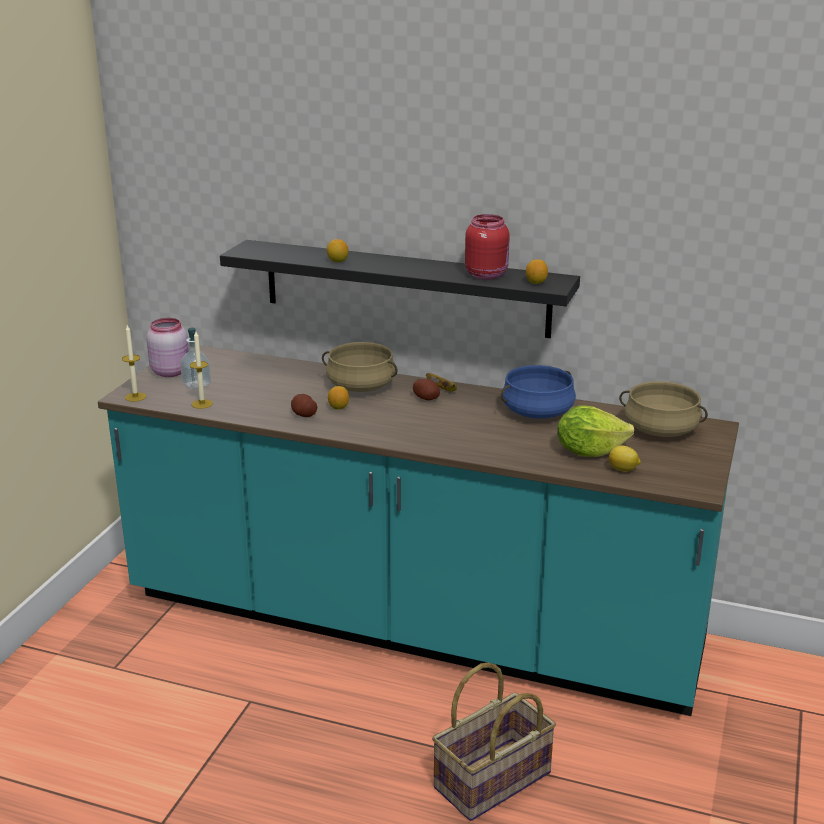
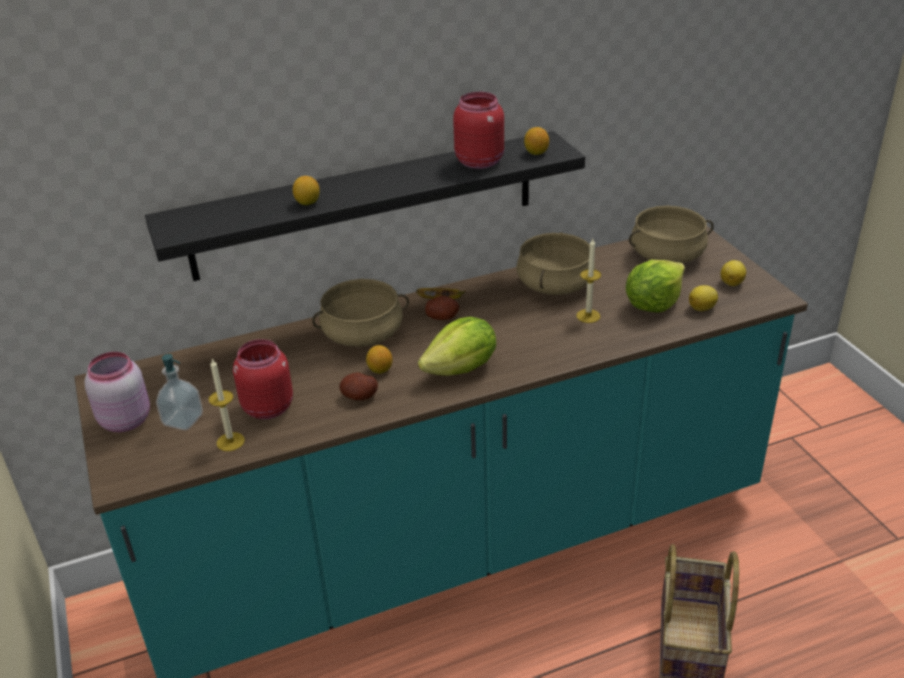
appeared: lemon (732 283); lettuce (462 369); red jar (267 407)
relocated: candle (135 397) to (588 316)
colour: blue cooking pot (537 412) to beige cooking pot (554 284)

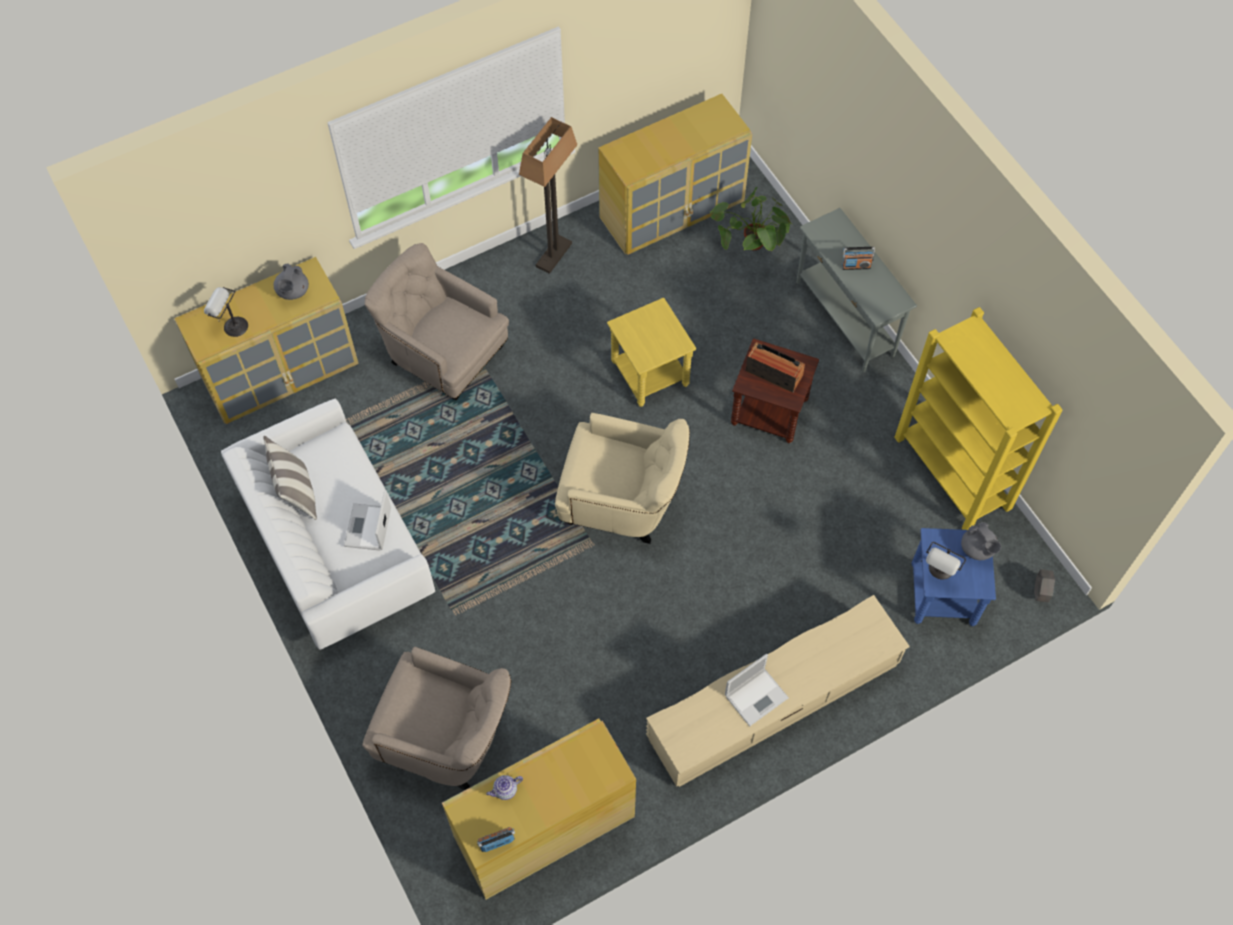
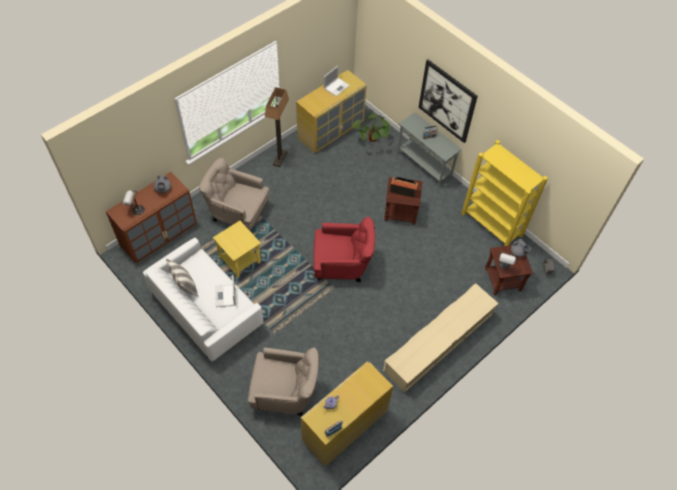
appeared: picture (447 101)
relocated: yellow side table (649 373) to (239 260); laptop (757 696) to (337 86)
colour: yellow cabinet (282 373) to brown cabinet (159 234); beige armchair (622 500) to red armchair (342 264); blue side table (943 595) to brown side table (503 280)

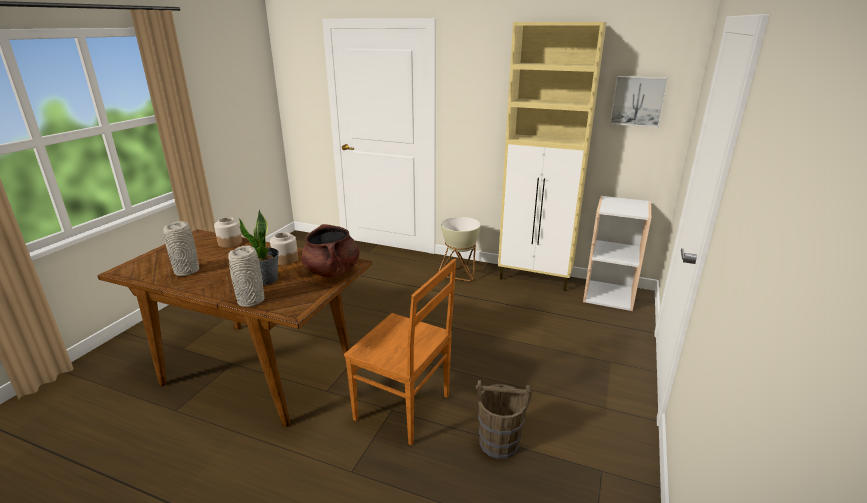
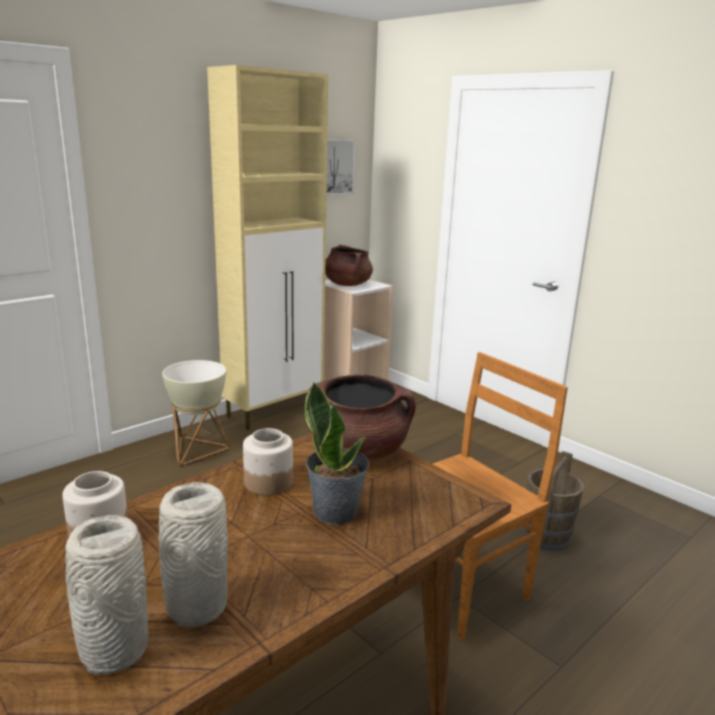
appeared: brown cooking pot (347 284)
relocated: grey vase (251 300) to (112 650)

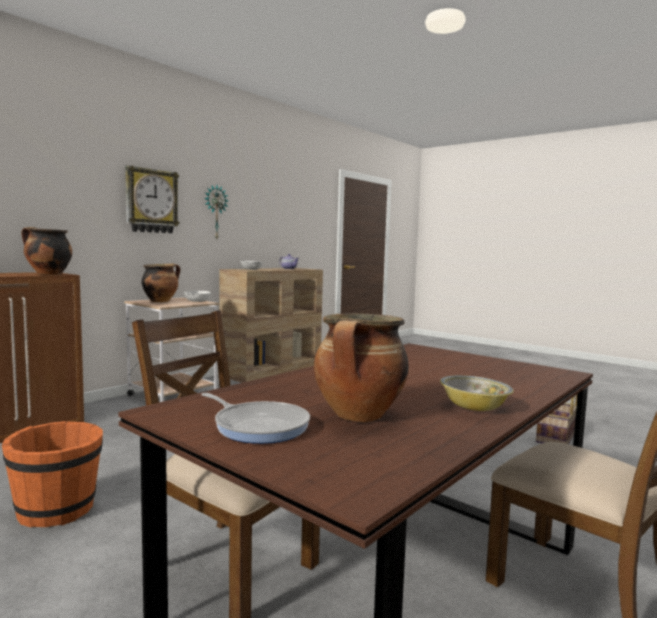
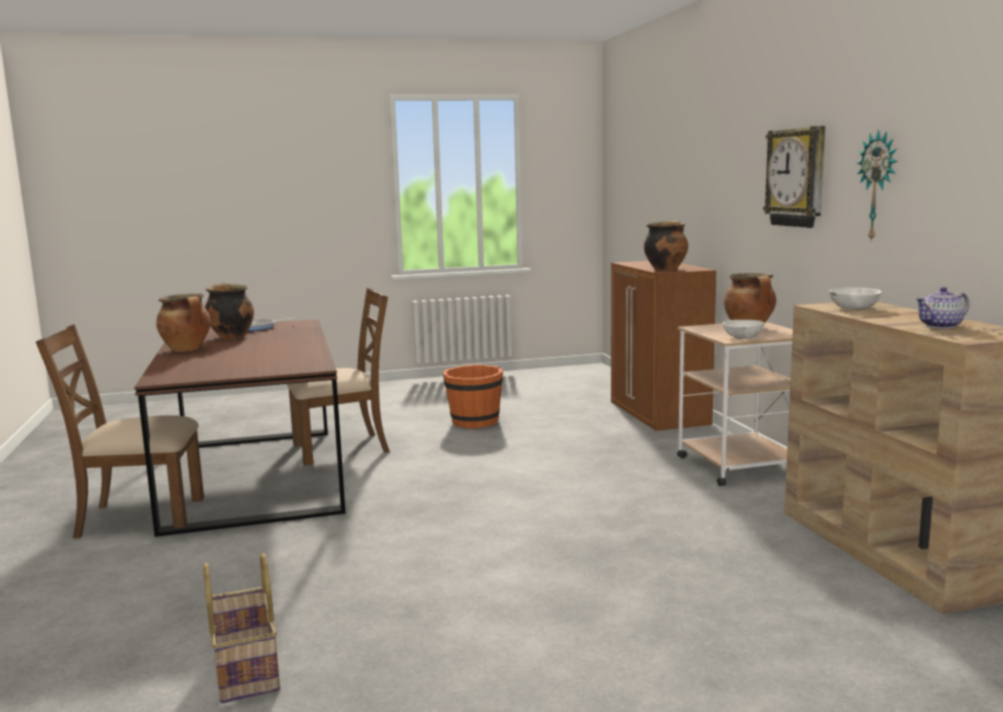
exchanged: bowl (474 408) to cooking pot (187 350)

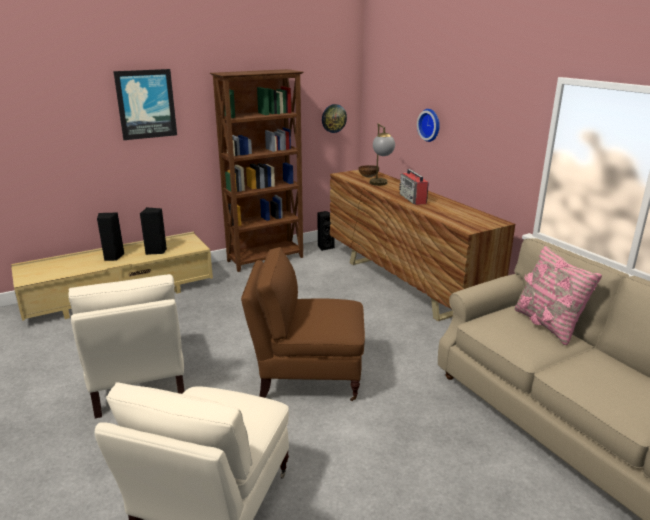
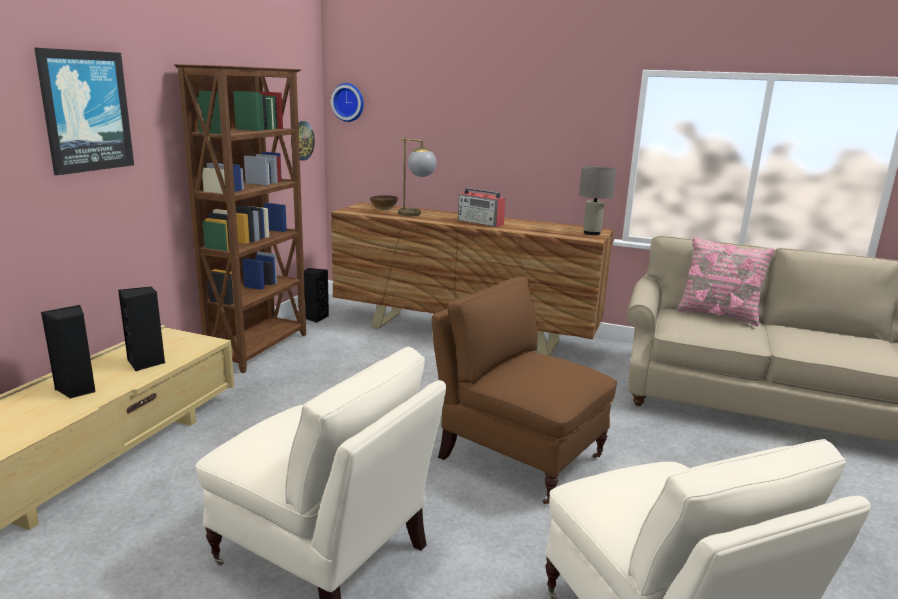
appeared: grey table lamp (591 233)
relocated: wall clock (430 125) to (348 102)
spun: brown armchair (307 376) = (517 455) 75 degrees clockwise

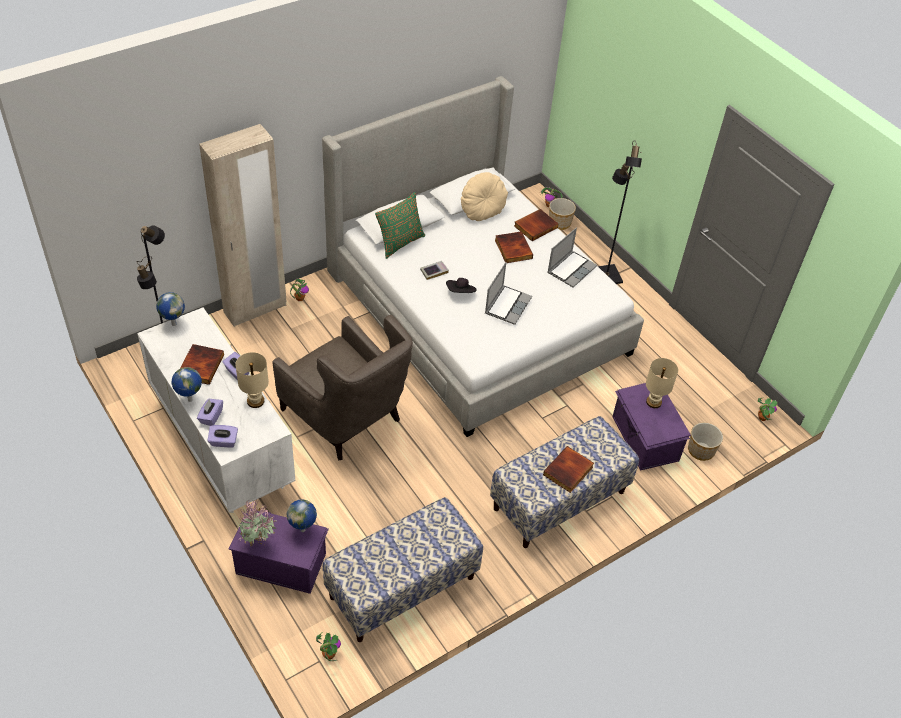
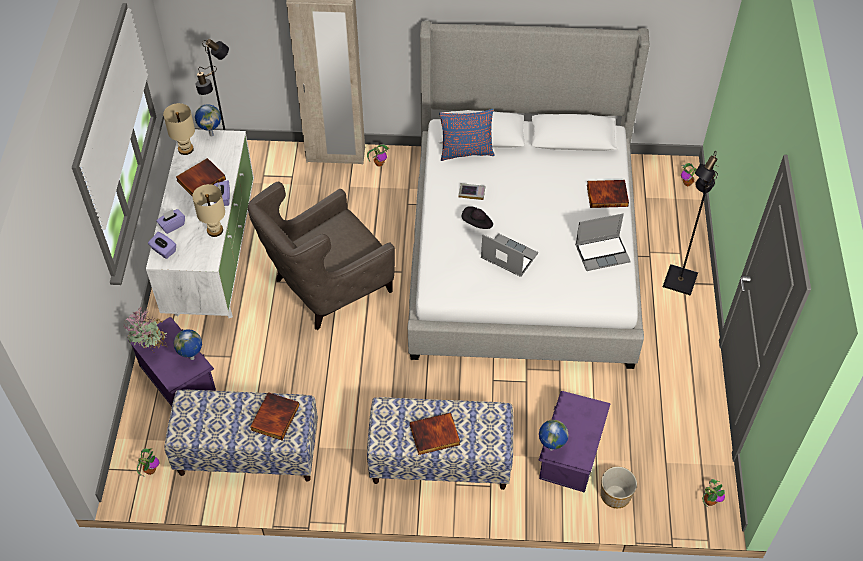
missing: beige pillow (482 213); planter (559 223)
relocated: book (512 249) to (274 417); beige table lamp (654 402) to (185 149); globe (189 400) to (550 448)
colour: green pillow (400 243) to blue pillow (466 152)
spun: laptop (507 305) = (508 256) 120 degrees counterclockwise; grey armchair (346 417) = (327 287) 60 degrees clockwise

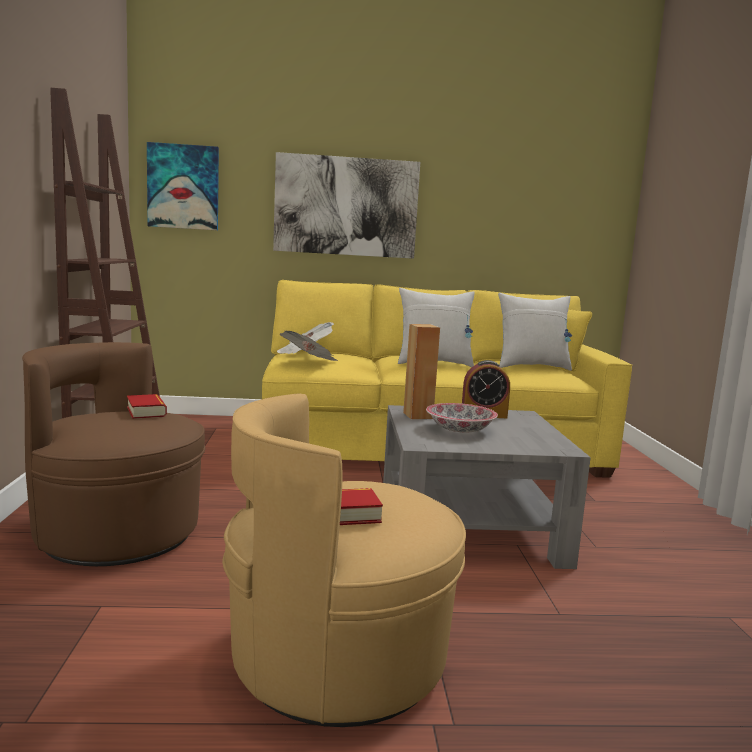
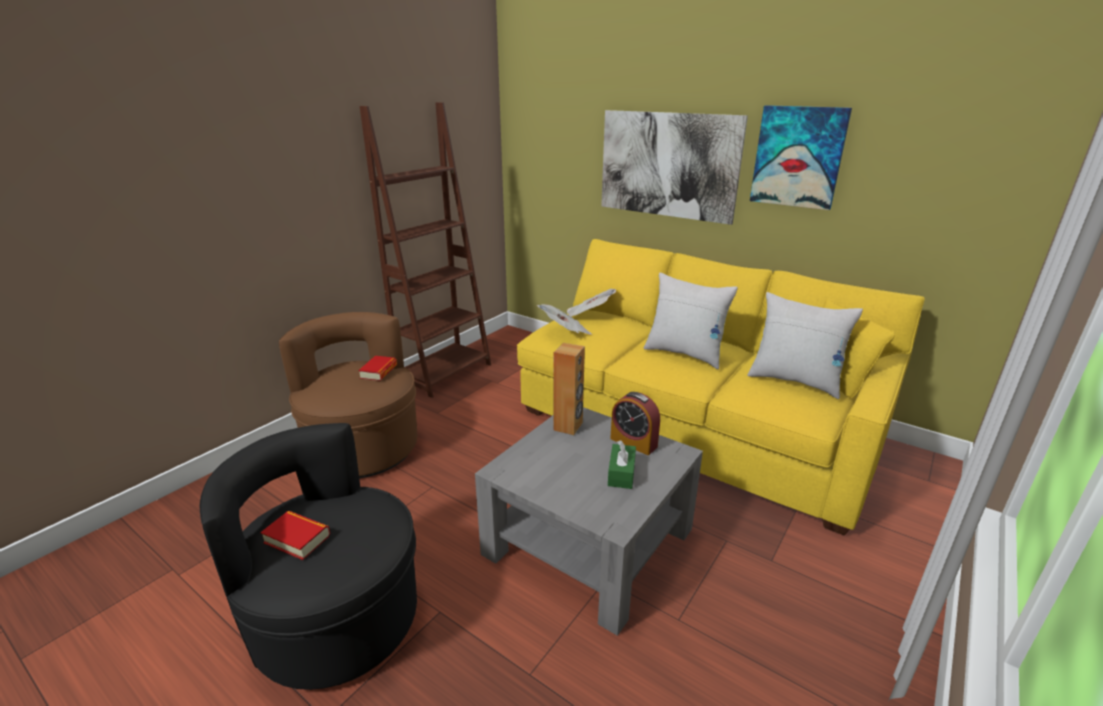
missing: bowl (460 430)
appeared: green tissue box (621 473)
relocated: picture (183 187) to (798 157)
colour: beige armchair (340 659) to black armchair (339 621)

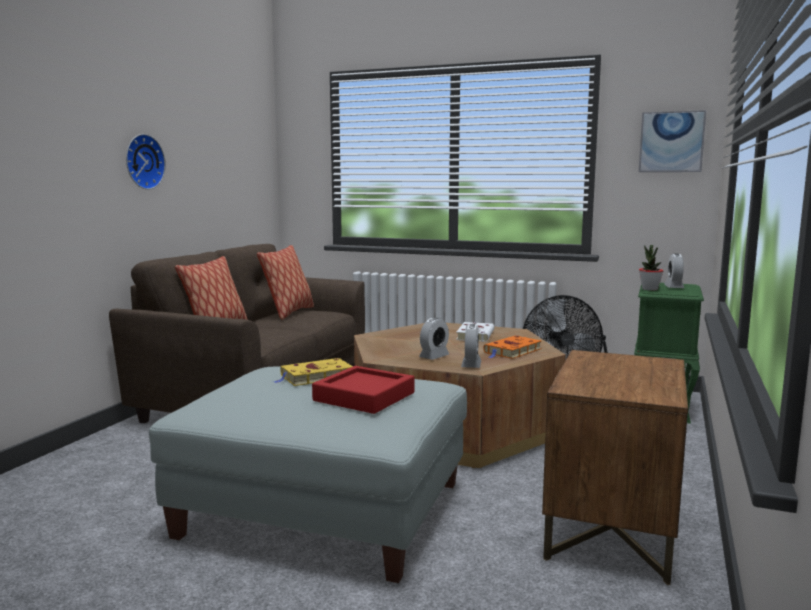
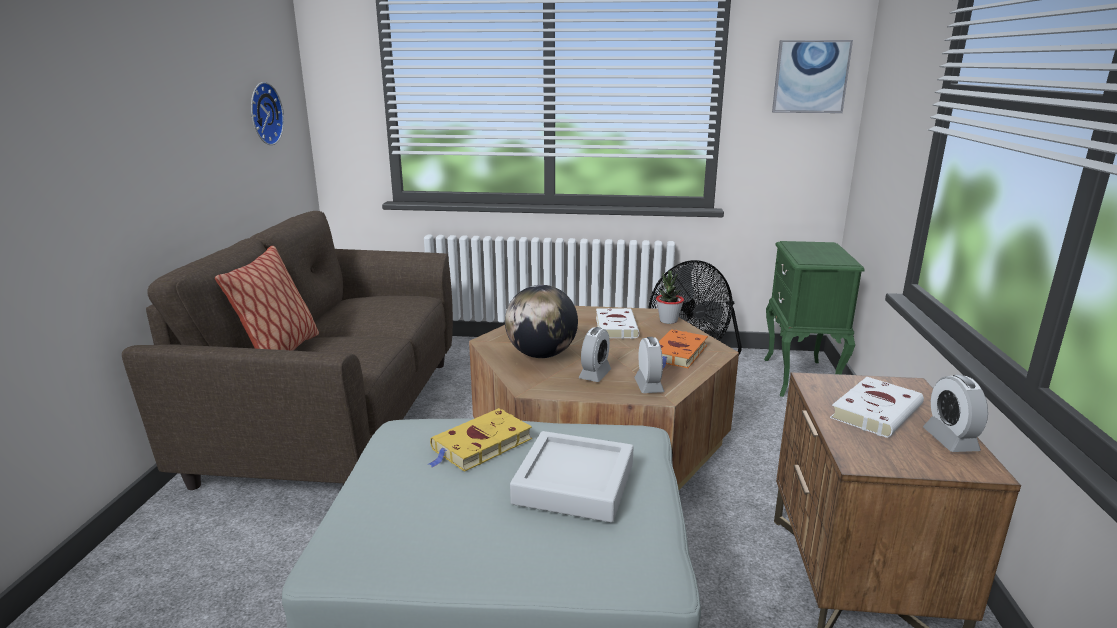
missing: pillow (289 313)
appeared: globe (541 355); white book (876 411)
relocated: wall clock (142 162) to (263 113); potted plant (649 289) to (668 321); alarm clock (674 287) to (950 440)
colour: red tray (364 397) to grey tray (574 484)

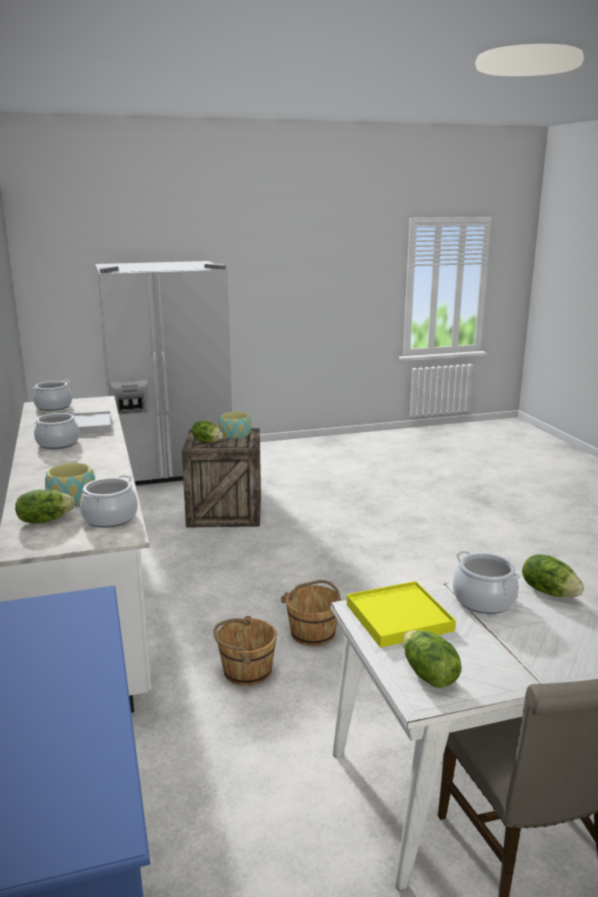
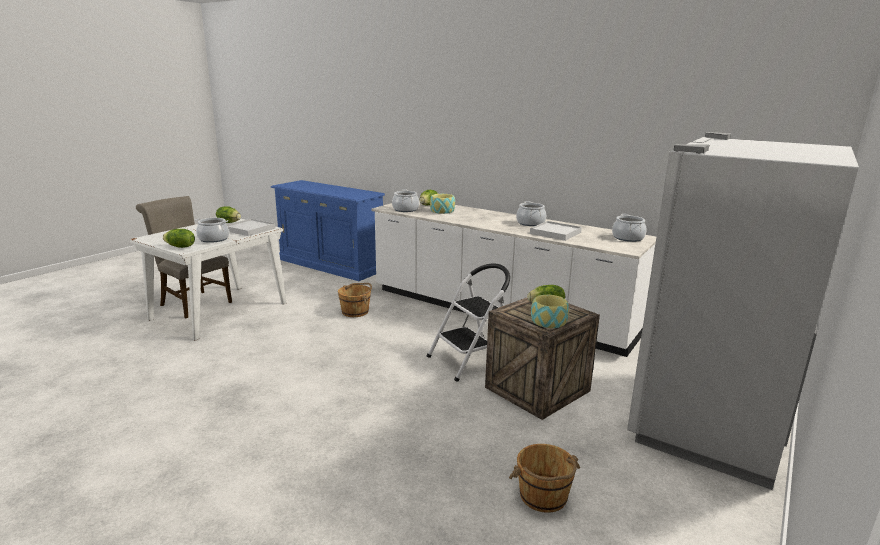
appeared: step ladder (473 360)
relocated: brown bucket (313 632) to (543 496)
colour: yellow tray (398 617) to white tray (250 229)

